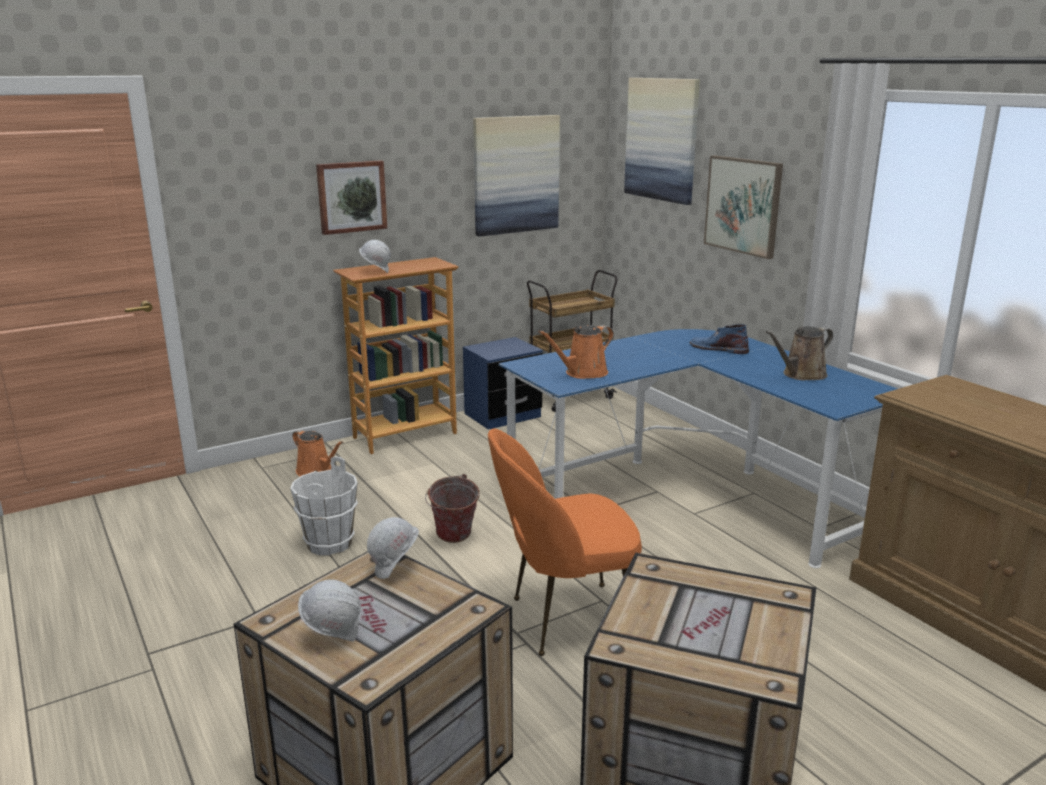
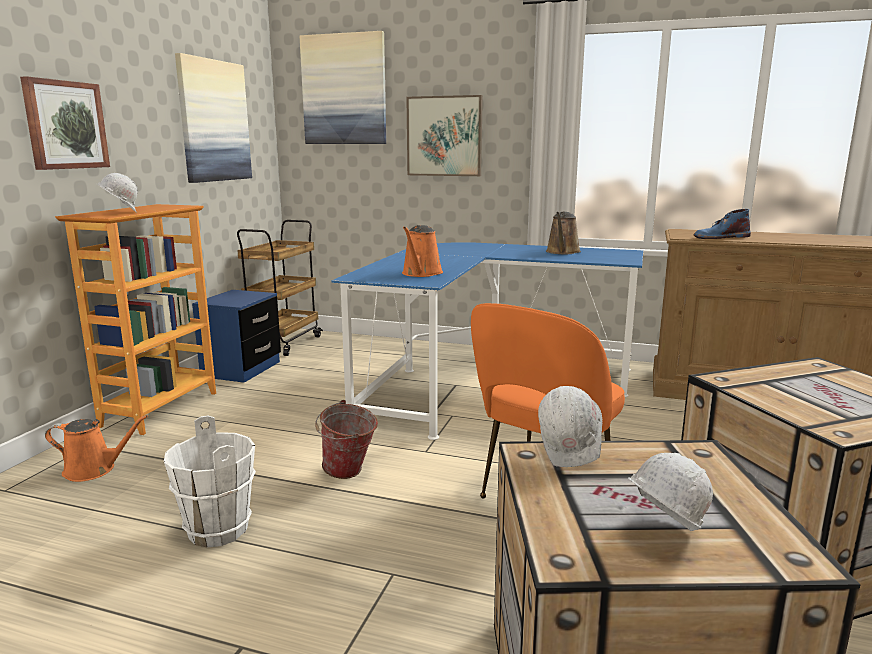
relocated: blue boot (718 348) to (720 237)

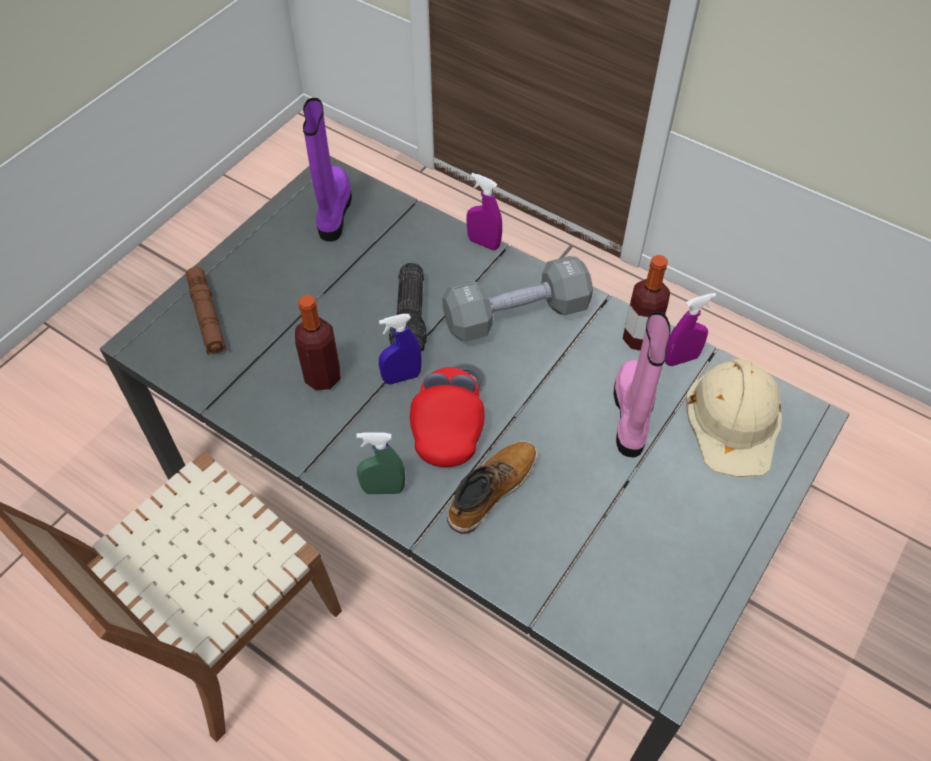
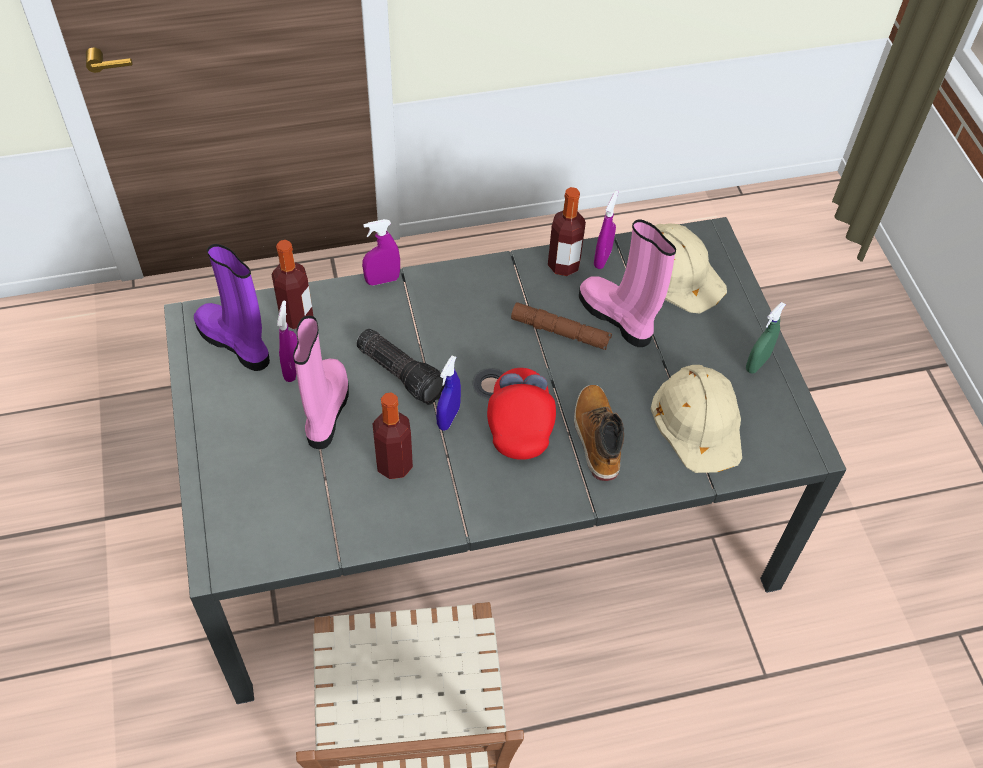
missing: grey dumbbell (516 315)
appeared: bottle (296 317); purple spray bottle (292 369); pink boot (325 410); beige hard hat (699 421)
relocated: brown flashlight (207 317) to (560 332); green spray bottle (383 489) to (757 363)
spun: red cap (447 426) = (520 422) 45 degrees clockwise

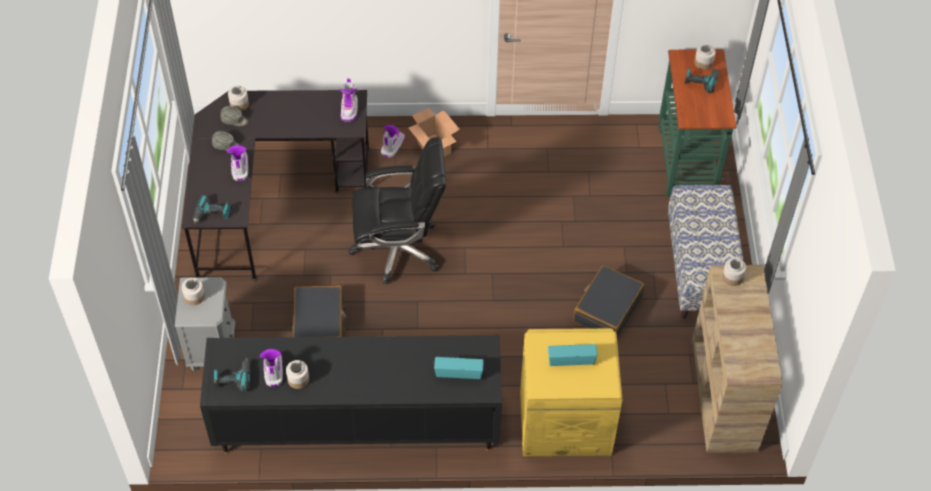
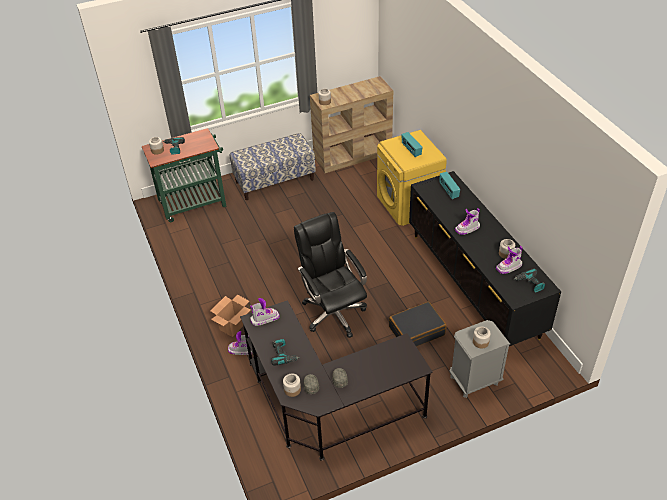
missing: black suitcase (607 308)
relocated: boot (240 168) to (467 229); power drill (212 214) to (283 355)

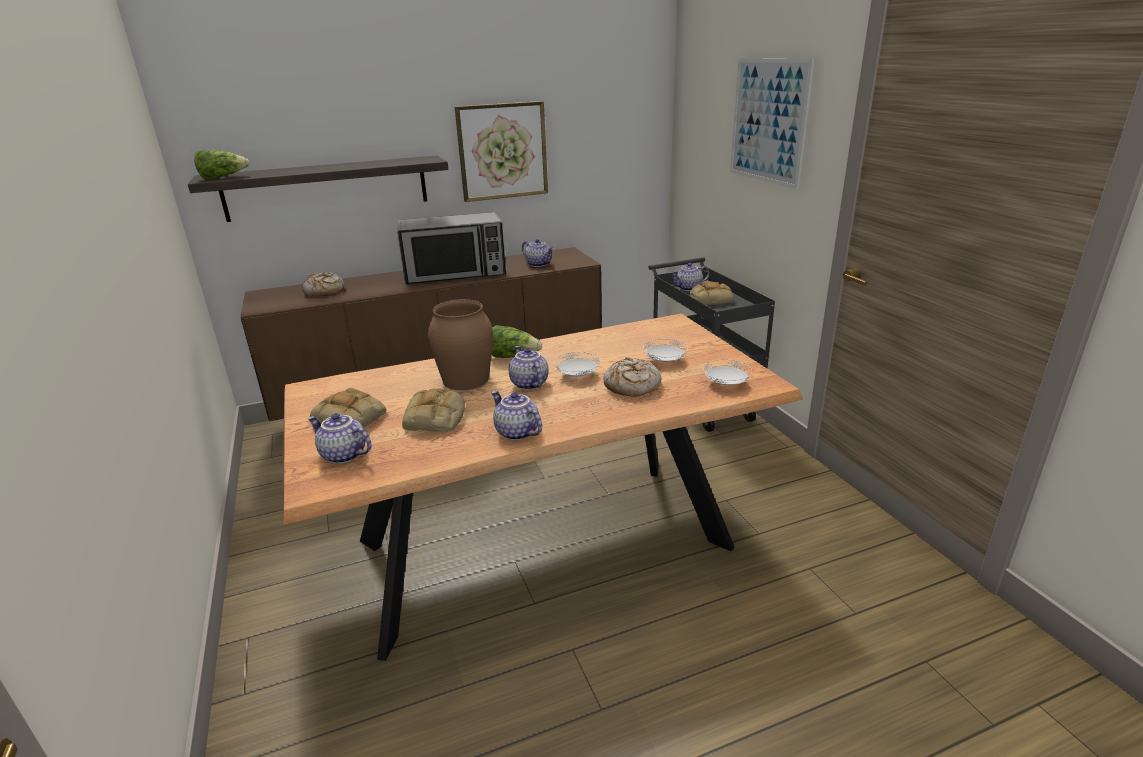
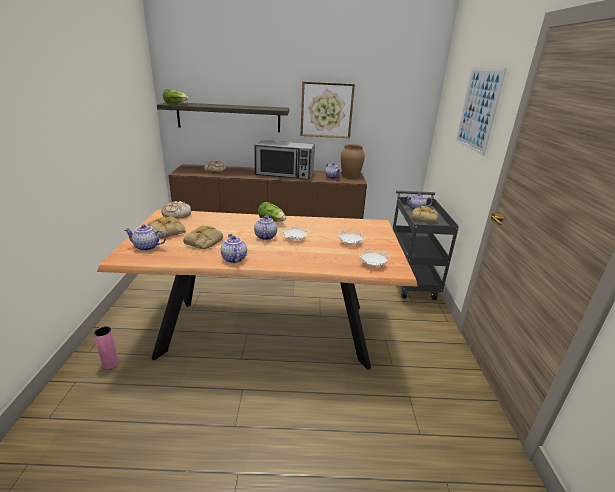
appeared: pink vase (110 363)
relocated: brown vase (466 380) to (351 175); bread (631 386) to (176 215)
spun: teapot (342 455) = (146 247) 45 degrees counterclockwise

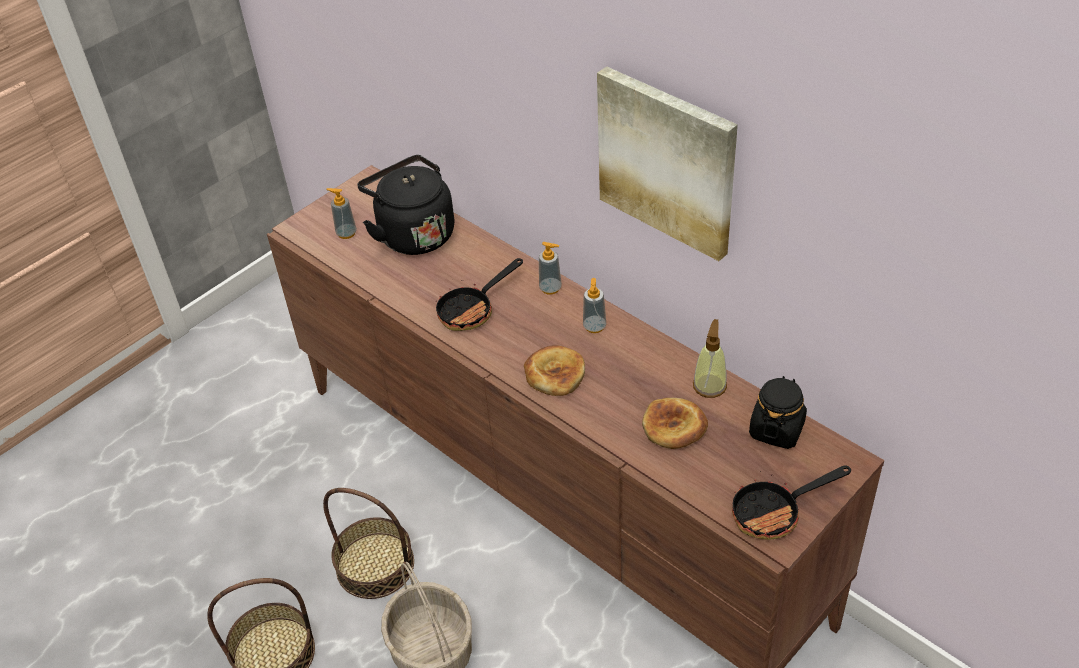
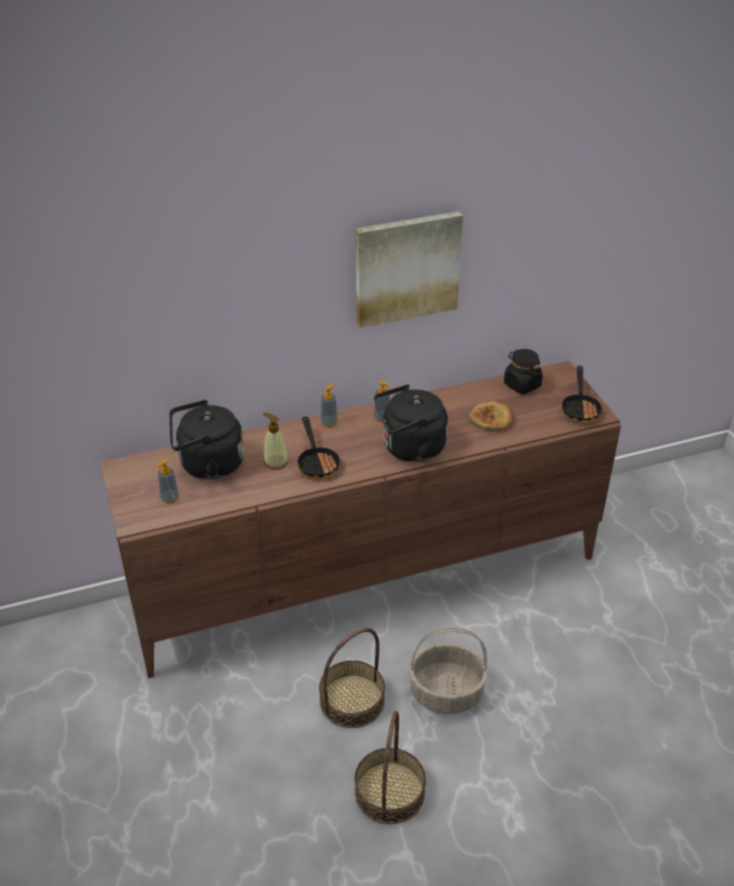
relocated: soap dispenser (709 385) to (275 462)
exchanged: bread (555 373) to black kettle (409 448)

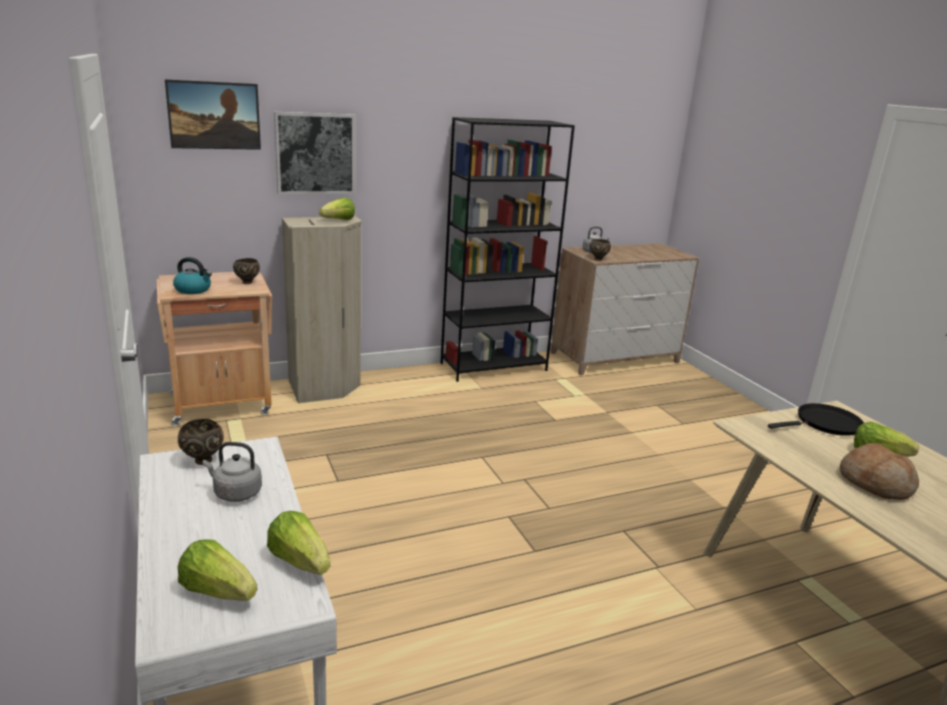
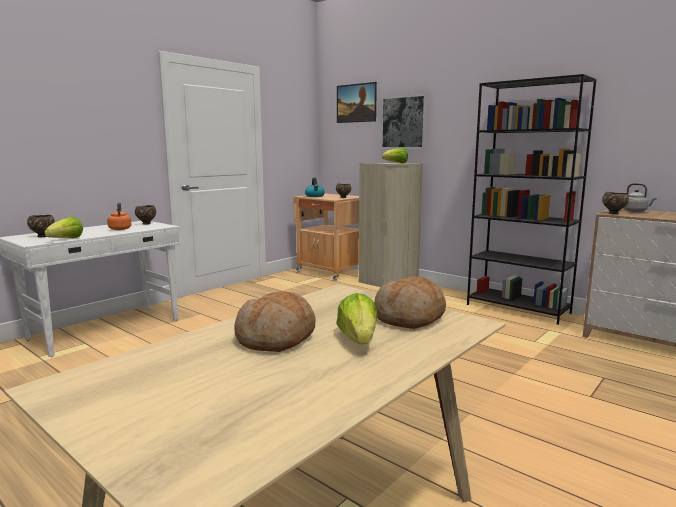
exchanged: black frying pan (825 424) to bread (409 318); lettuce (218 591) to brown bowl (43 236)
colour: grey kettle (235 493) to orange kettle (120 229)

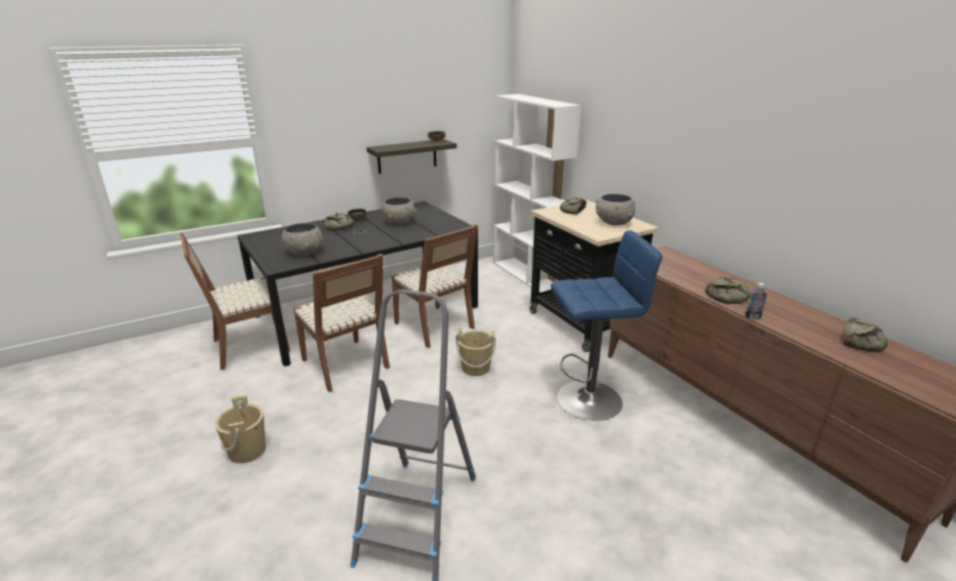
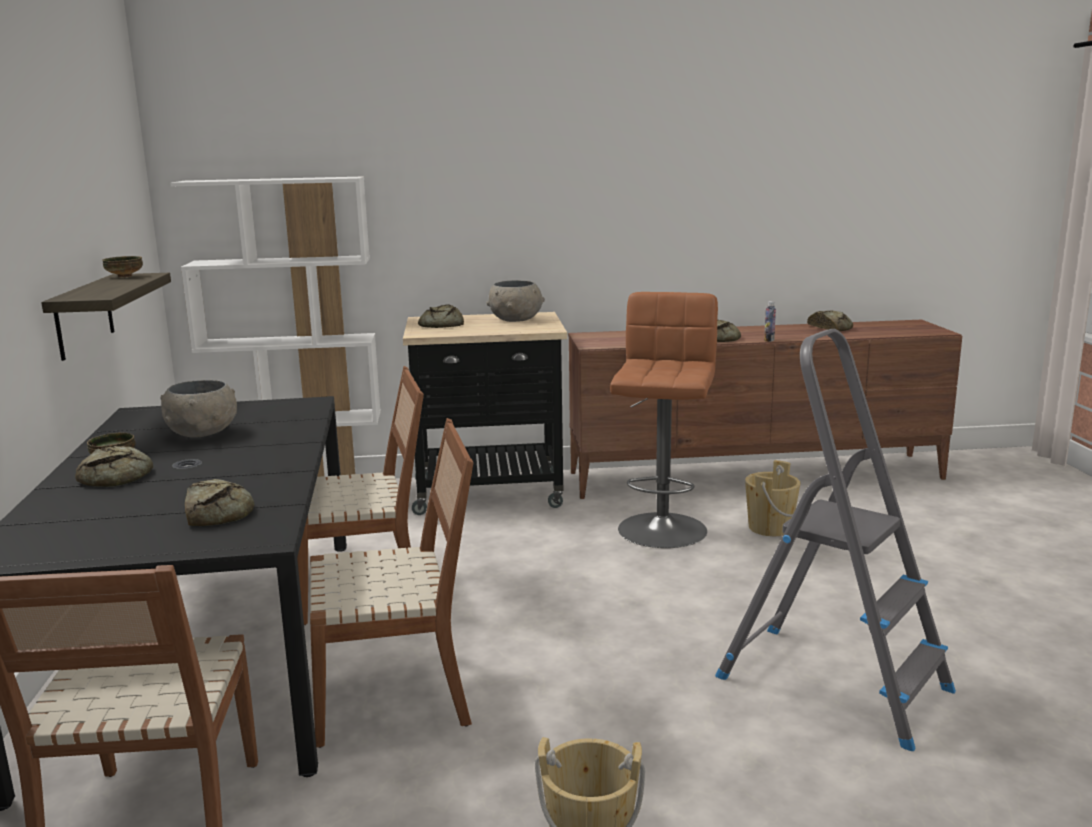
relocated: beige bucket (475 368) to (770 528)
exchanged: grey bowl (304 252) to bread (219 512)
colour: blue stool (590 400) to brown stool (663 530)

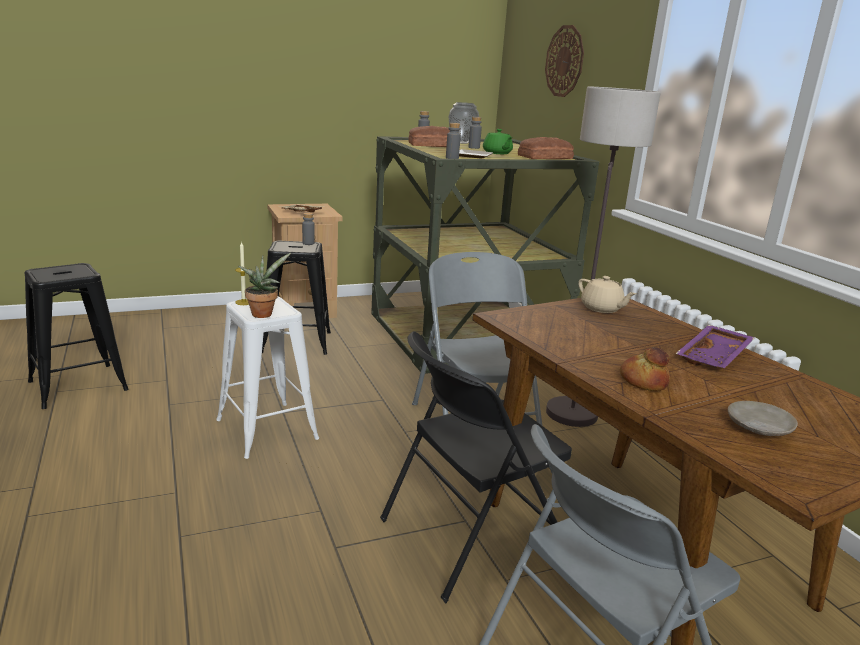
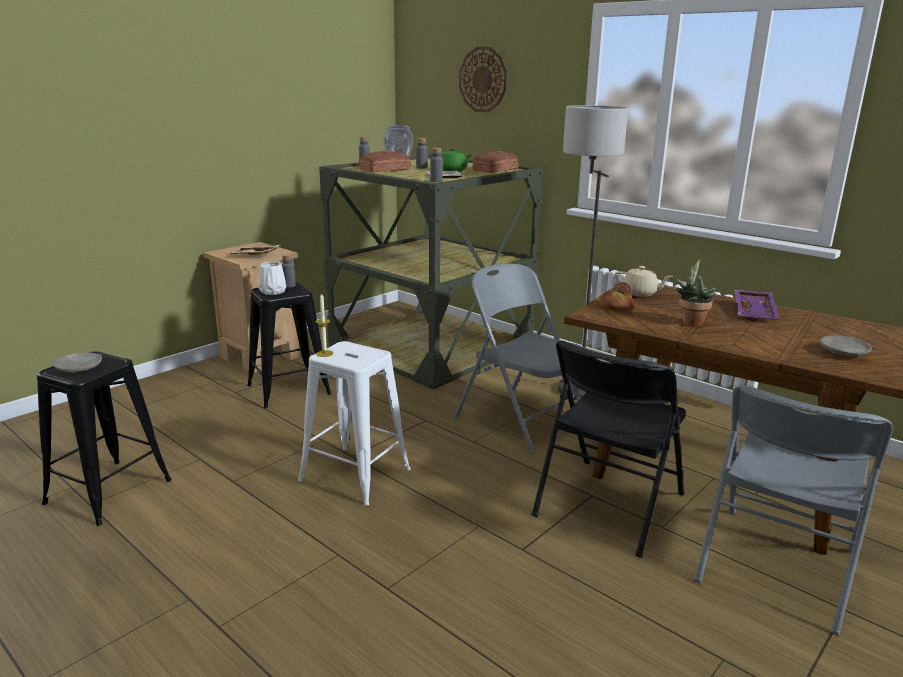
appeared: white vase (273 292); beige plate (79 369)
relocated: potted plant (263 313) to (690 322); bread (643 381) to (616 307)

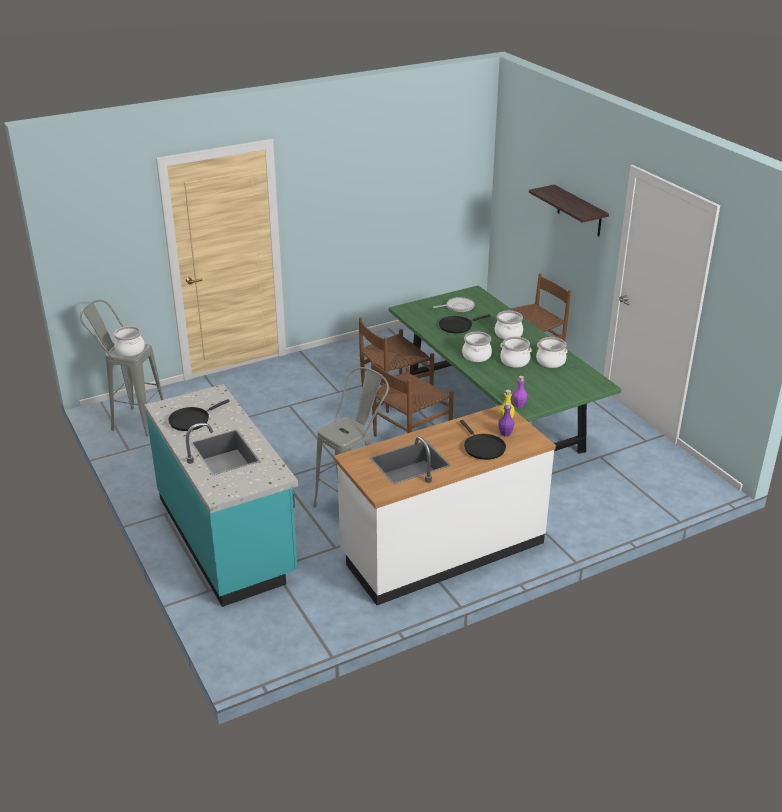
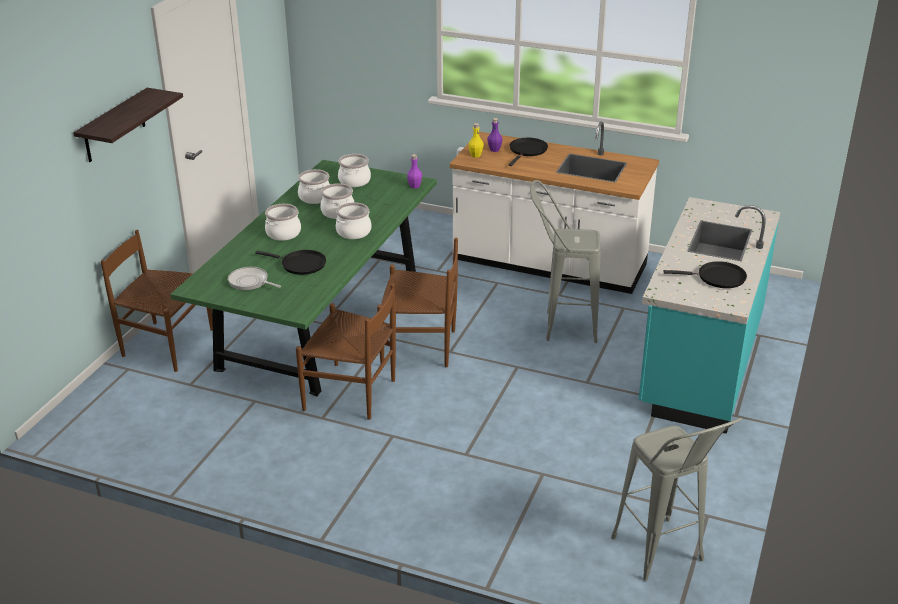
relocated: cooking pot (130 350) to (354 181)

